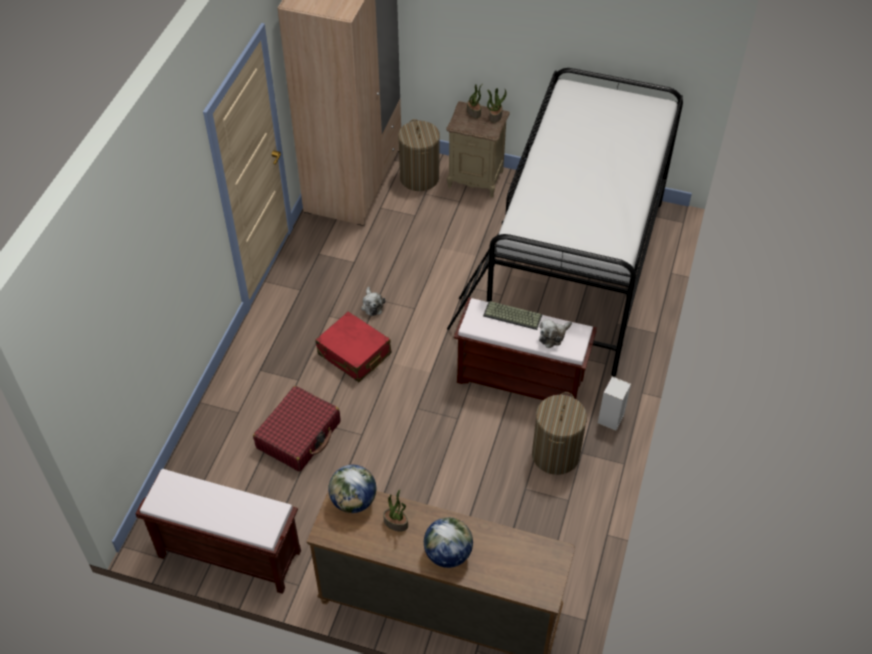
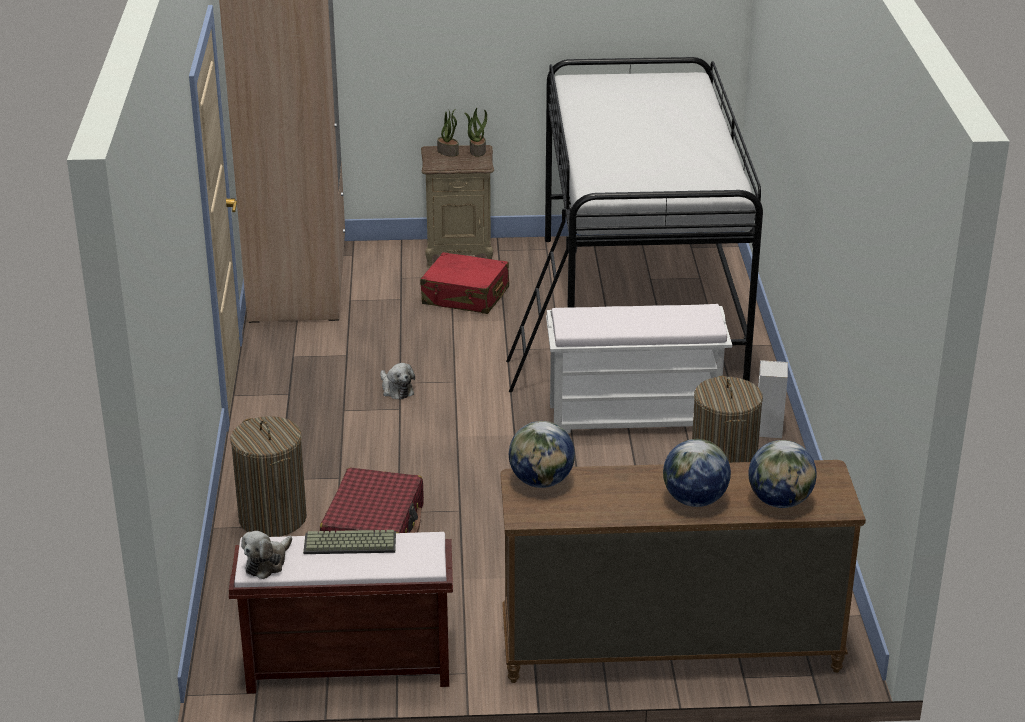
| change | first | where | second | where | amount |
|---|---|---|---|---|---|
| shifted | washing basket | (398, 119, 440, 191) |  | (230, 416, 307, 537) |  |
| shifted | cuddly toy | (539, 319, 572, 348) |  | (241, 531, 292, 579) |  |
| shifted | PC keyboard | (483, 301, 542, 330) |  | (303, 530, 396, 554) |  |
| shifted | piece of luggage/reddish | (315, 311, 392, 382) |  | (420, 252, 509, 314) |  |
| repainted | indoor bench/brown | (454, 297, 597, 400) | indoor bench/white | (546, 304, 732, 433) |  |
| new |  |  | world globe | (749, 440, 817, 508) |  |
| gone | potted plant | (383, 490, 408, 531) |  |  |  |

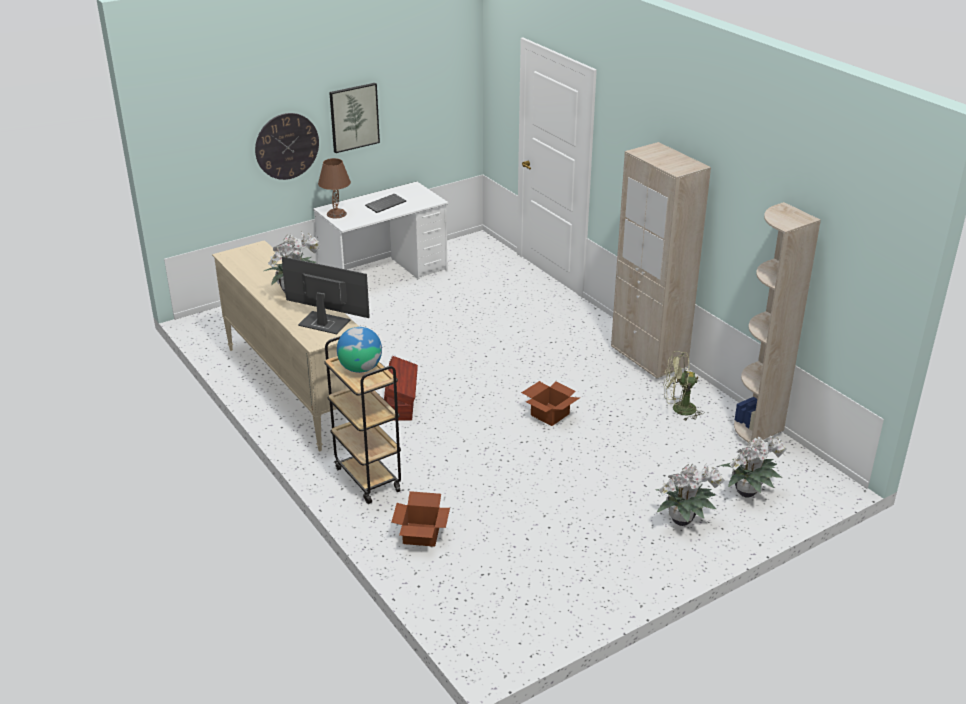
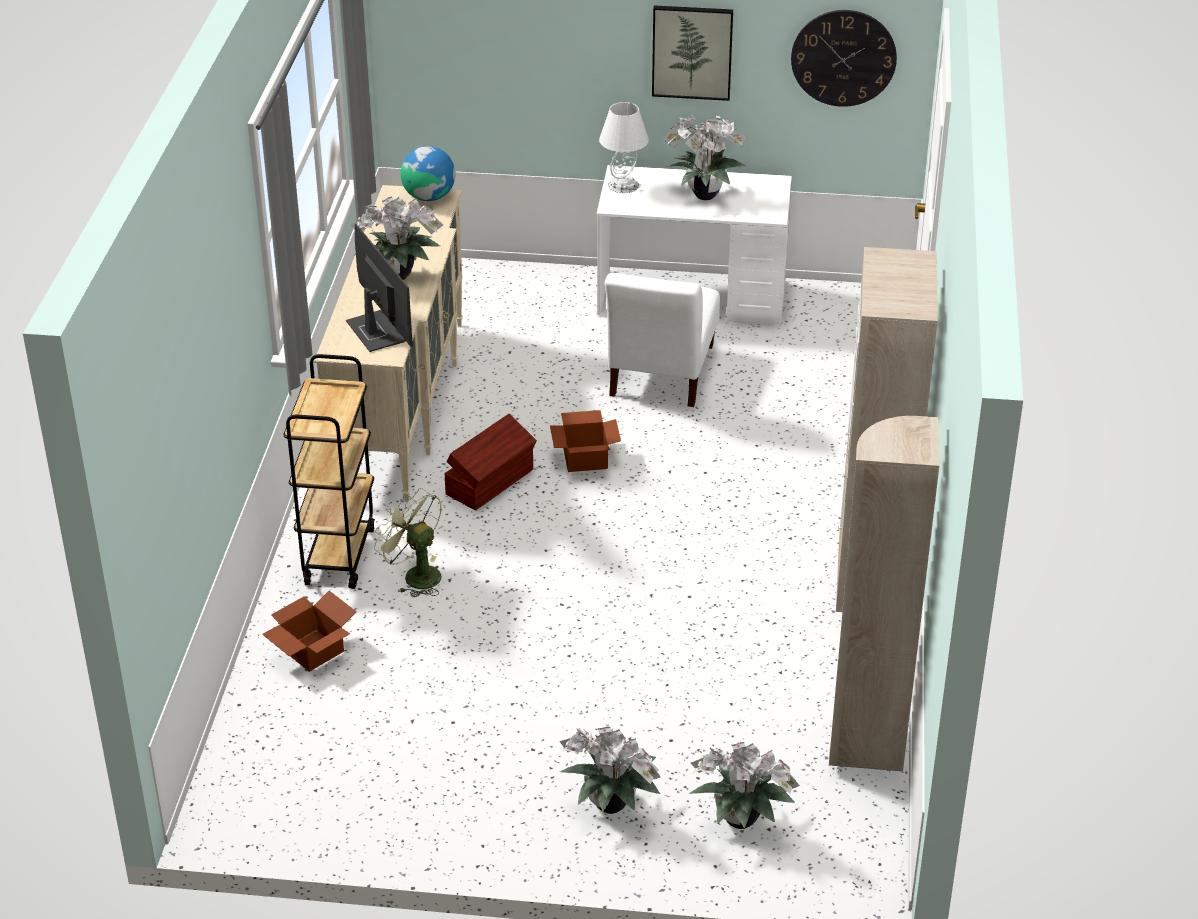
| change | first | where | second | where | amount |
|---|---|---|---|---|---|
| shifted | electric fan/green | (663, 351, 704, 421) |  | (374, 488, 442, 597) |  |
| shifted | world globe | (337, 327, 382, 373) |  | (400, 146, 456, 201) |  |
| shifted | carton | (521, 381, 580, 426) |  | (550, 410, 621, 472) |  |
| repainted | tabletop lamp/brown | (318, 158, 351, 218) | tabletop lamp/white | (599, 102, 649, 193) |  |
| new |  |  | plain chair/white | (605, 273, 720, 407) |  |
| swapped | PC keyboard | (365, 193, 406, 213) | potted plant | (663, 114, 747, 200) |  |
| shifted | clock on the wall | (255, 113, 319, 180) |  | (791, 10, 897, 107) |  |

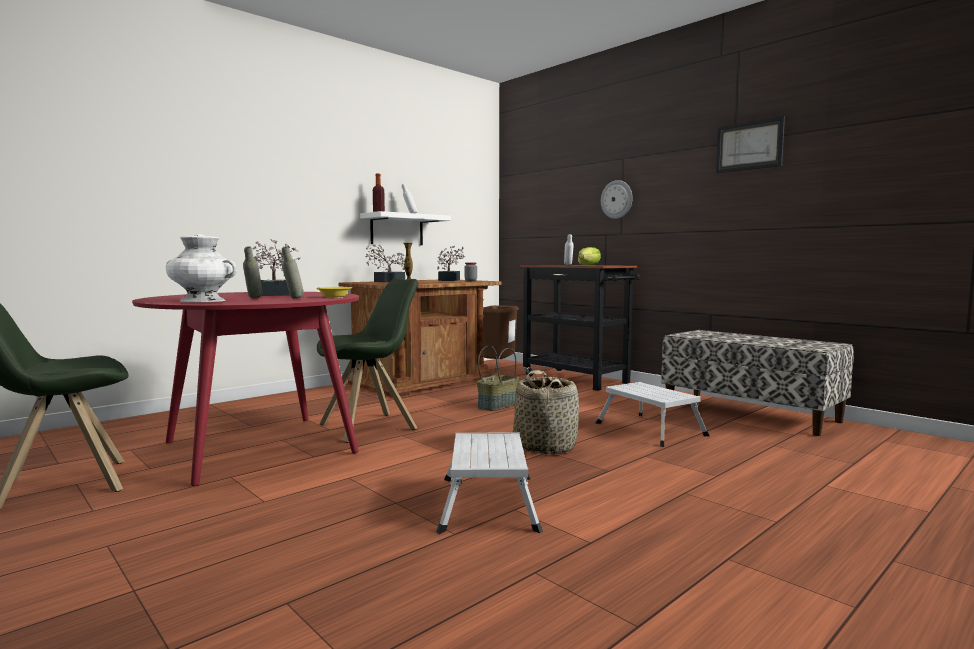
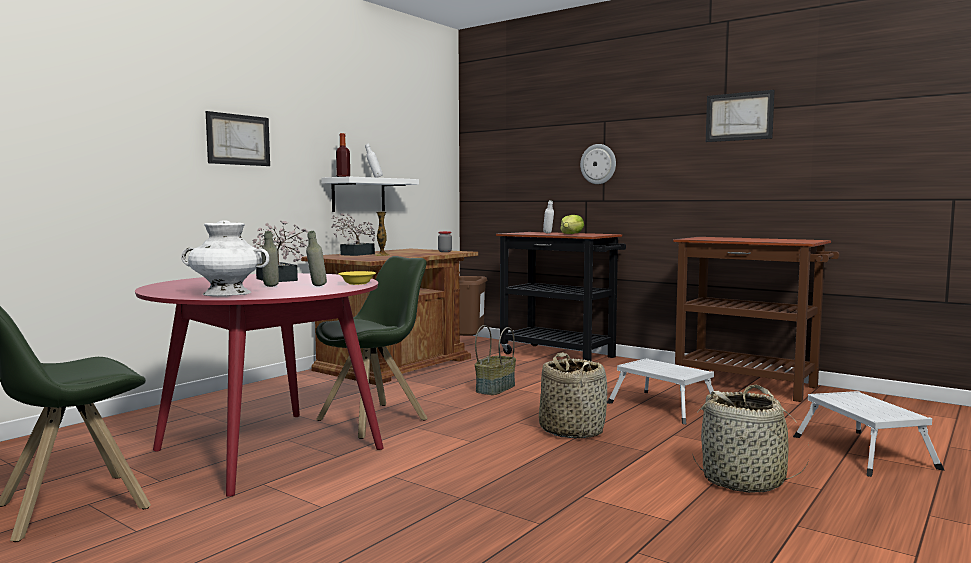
| change | first | where | second | where | amount |
|---|---|---|---|---|---|
| new |  |  | wall picture | (206, 111, 270, 166) |  |
| swapped | indoor bench | (661, 330, 854, 436) | trolley/brown | (673, 237, 839, 402) |  |
| new |  |  | basket | (692, 385, 809, 493) |  |
| shifted | step ladder/white | (436, 432, 543, 534) |  | (793, 391, 944, 477) |  |
| gone | potted plant | (437, 246, 465, 281) |  |  |  |

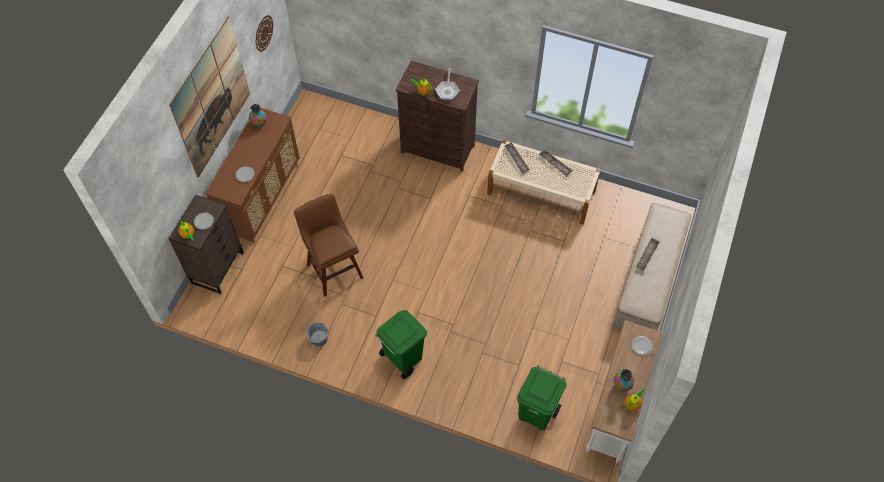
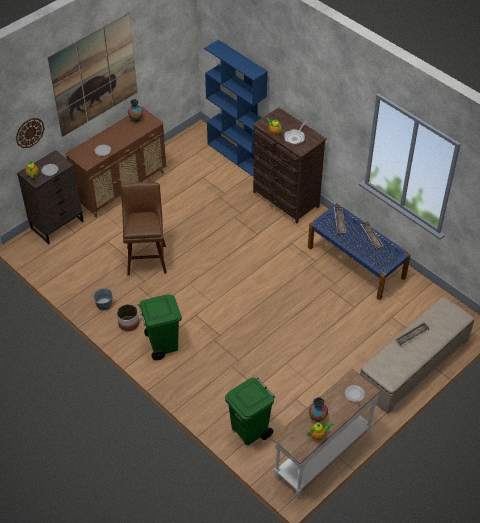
| change | first | where | second | where | amount |
|---|---|---|---|---|---|
| shifted | clock on the wall | (255, 15, 273, 52) |  | (16, 118, 45, 148) |  |
| new |  |  | plant pot | (117, 304, 139, 332) |  |
| new |  |  | bookcase/bluish | (204, 40, 268, 176) |  |
| repainted | indoor bench/beige-coloured | (487, 140, 601, 225) | indoor bench/bluish | (308, 203, 411, 301) |  |

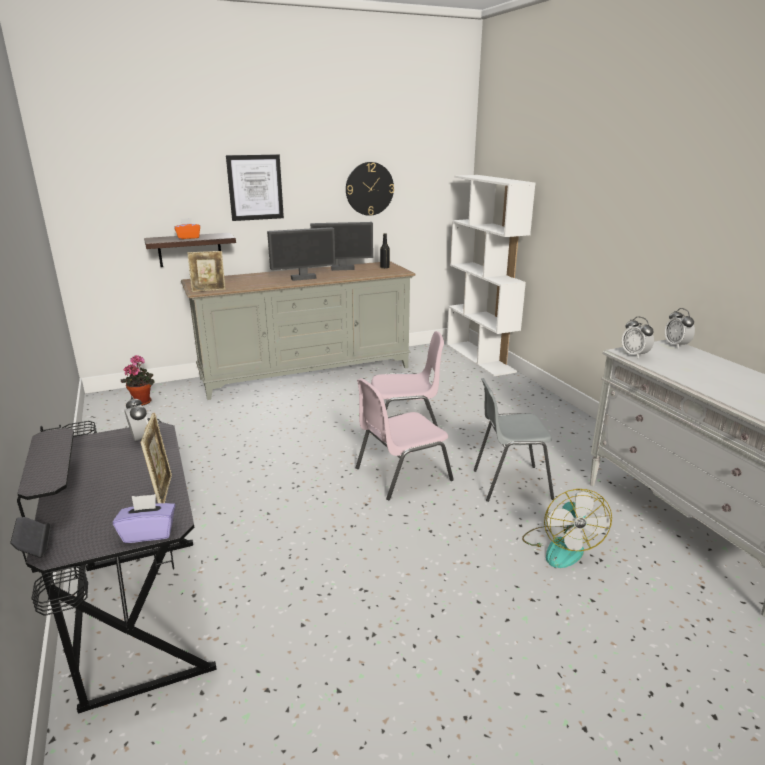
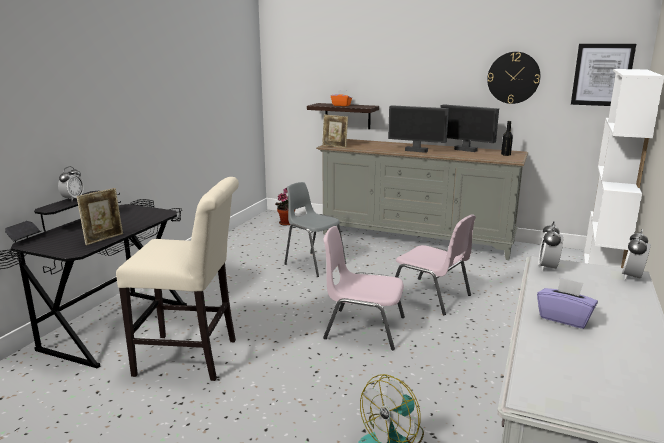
| change | first | where | second | where | amount |
|---|---|---|---|---|---|
| shifted | bedside clock | (124, 396, 148, 441) |  | (58, 166, 84, 201) |  |
| new |  |  | stool seat/beige-coloured | (116, 177, 239, 381) |  |
| shifted | plain chair/greyish | (474, 378, 554, 502) |  | (284, 182, 346, 277) |  |
| shifted | box of tissues/purple-coloured | (113, 494, 176, 543) |  | (537, 277, 598, 329) |  |
| shifted | wall picture | (226, 154, 284, 221) |  | (571, 44, 636, 106) |  |

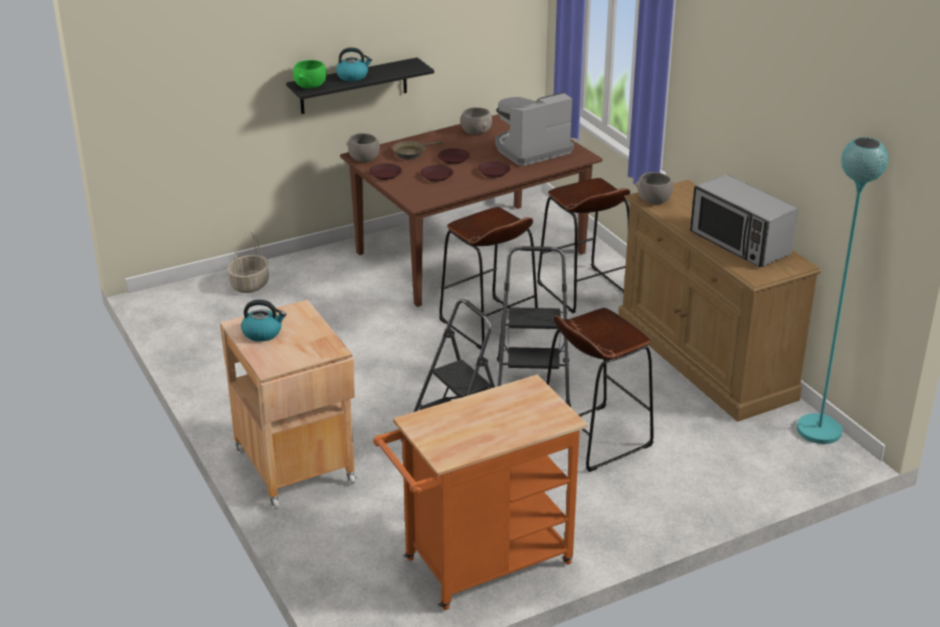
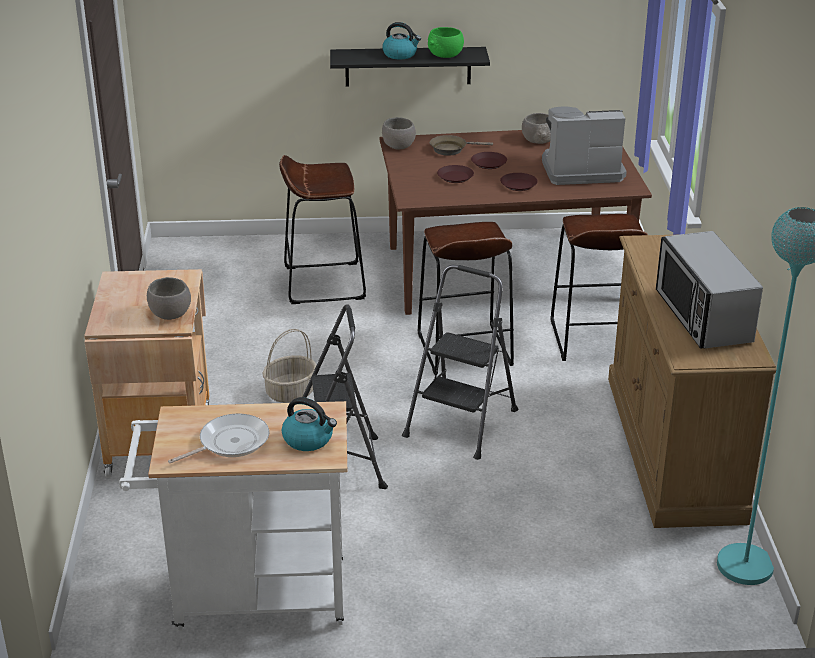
| change | first | where | second | where | amount |
|---|---|---|---|---|---|
| repainted | trolley/orange | (373, 374, 588, 610) | trolley/white | (119, 401, 347, 631) |  |
| shifted | bowl/greyish | (635, 172, 673, 204) |  | (147, 277, 191, 320) |  |
| new |  |  | skillet | (168, 413, 269, 464) |  |
| shifted | basket | (227, 231, 269, 293) |  | (263, 329, 317, 403) |  |
| shifted | stool seat/brown | (546, 308, 654, 472) |  | (279, 155, 366, 304) |  |
| shifted | water kettle | (241, 300, 286, 342) |  | (282, 397, 337, 451) |  |
| shifted | bowl/green | (293, 60, 327, 89) |  | (428, 27, 464, 58) |  |
| gone | plate/brown | (369, 163, 402, 180) |  |  |  |

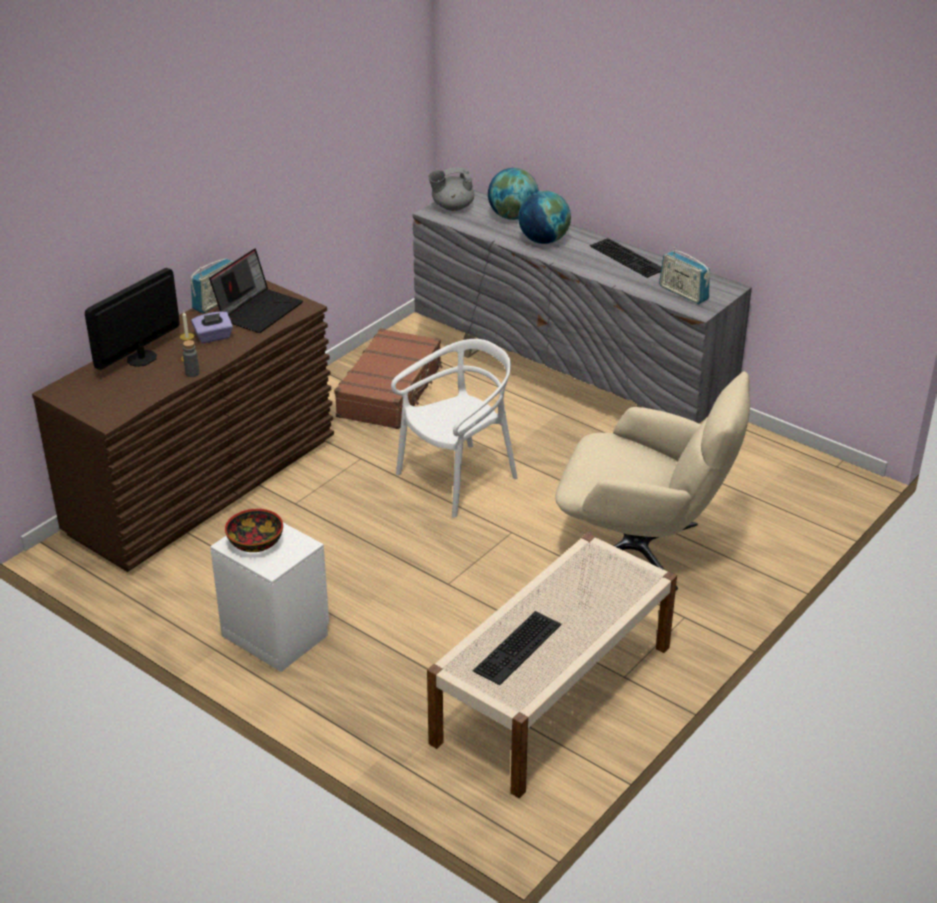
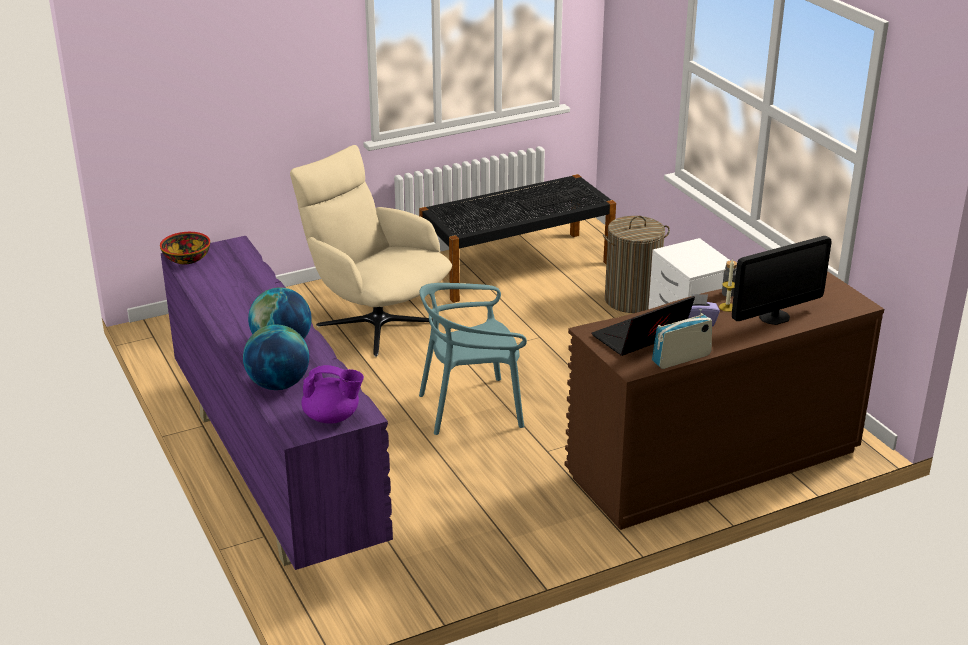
| change | first | where | second | where | amount |
|---|---|---|---|---|---|
| shifted | bowl | (225, 509, 283, 552) |  | (160, 232, 210, 264) |  |
| repainted | cupboard/greyish | (413, 189, 752, 424) | cupboard/purple-coloured | (160, 236, 393, 570) |  |
| repainted | pot for tea/greyish | (428, 167, 474, 211) | pot for tea/purple-coloured | (301, 365, 364, 424) |  |
| repainted | indoor bench/beige-coloured | (427, 533, 677, 798) | indoor bench/black-coloured | (419, 174, 616, 303) |  |
| repainted | plain chair/white | (391, 339, 518, 518) | plain chair/turquoise | (419, 283, 527, 435) |  |
| new |  |  | washing basket | (603, 216, 670, 313) |  |
| gone | piece of luggage/brown | (334, 328, 443, 429) |  |  |  |
| gone | PC keyboard | (590, 238, 661, 278) |  |  |  |
| gone | radio set | (659, 247, 710, 304) |  |  |  |

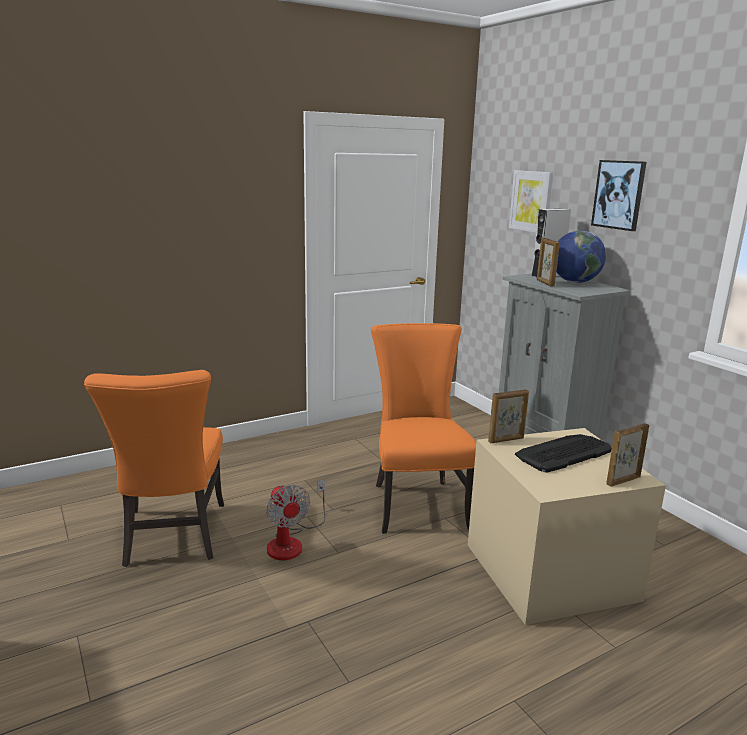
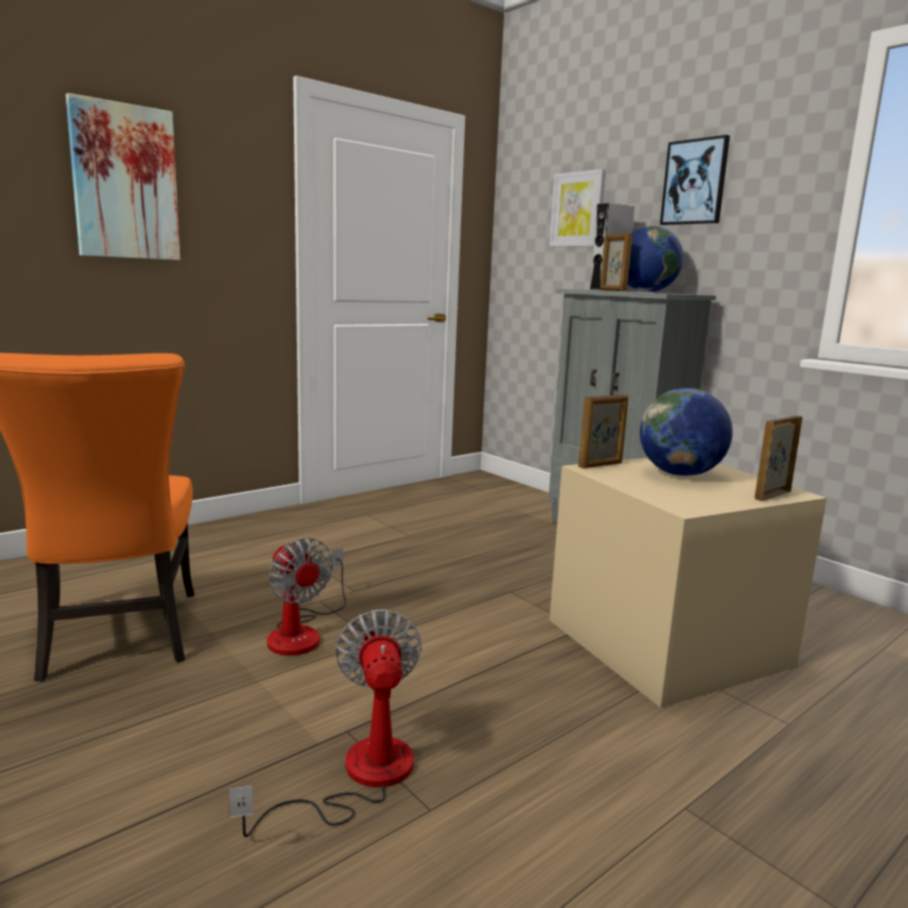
| change | first | where | second | where | amount |
|---|---|---|---|---|---|
| new |  |  | wall picture | (66, 93, 180, 260) |  |
| new |  |  | electric fan | (229, 609, 422, 837) |  |
| swapped | PC keyboard | (515, 434, 612, 473) | world globe | (640, 388, 733, 476) |  |
| gone | plain chair/orange | (371, 323, 476, 534) |  |  |  |

